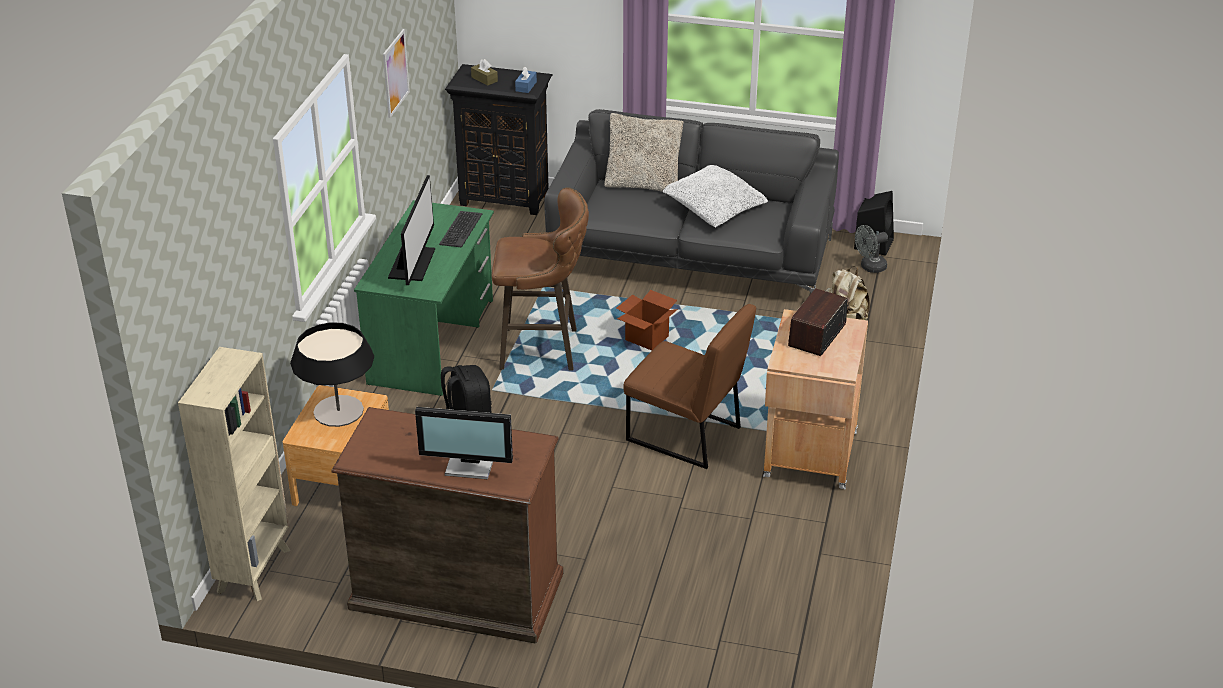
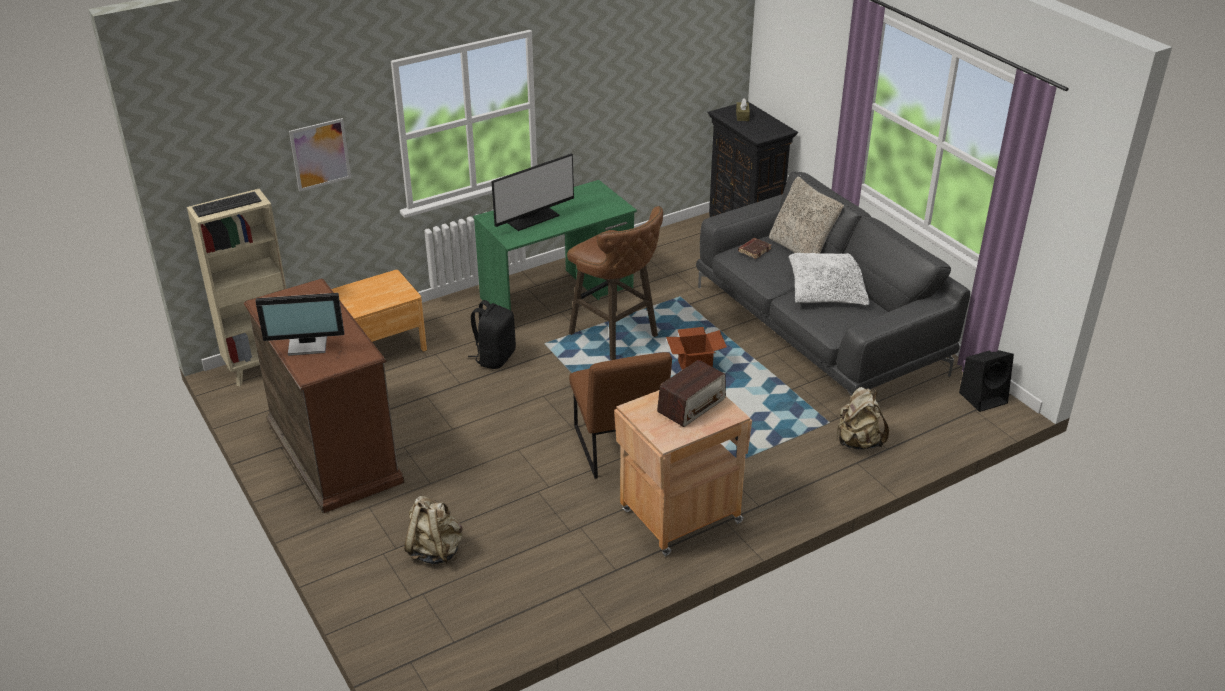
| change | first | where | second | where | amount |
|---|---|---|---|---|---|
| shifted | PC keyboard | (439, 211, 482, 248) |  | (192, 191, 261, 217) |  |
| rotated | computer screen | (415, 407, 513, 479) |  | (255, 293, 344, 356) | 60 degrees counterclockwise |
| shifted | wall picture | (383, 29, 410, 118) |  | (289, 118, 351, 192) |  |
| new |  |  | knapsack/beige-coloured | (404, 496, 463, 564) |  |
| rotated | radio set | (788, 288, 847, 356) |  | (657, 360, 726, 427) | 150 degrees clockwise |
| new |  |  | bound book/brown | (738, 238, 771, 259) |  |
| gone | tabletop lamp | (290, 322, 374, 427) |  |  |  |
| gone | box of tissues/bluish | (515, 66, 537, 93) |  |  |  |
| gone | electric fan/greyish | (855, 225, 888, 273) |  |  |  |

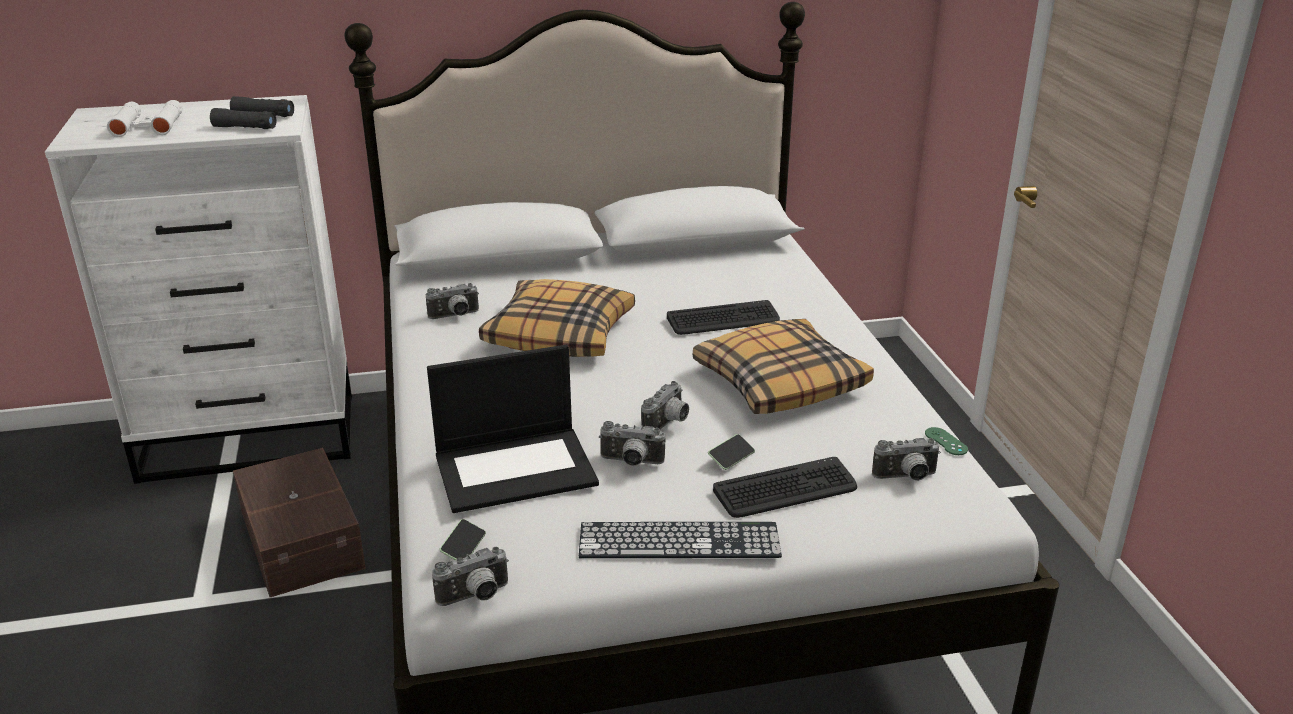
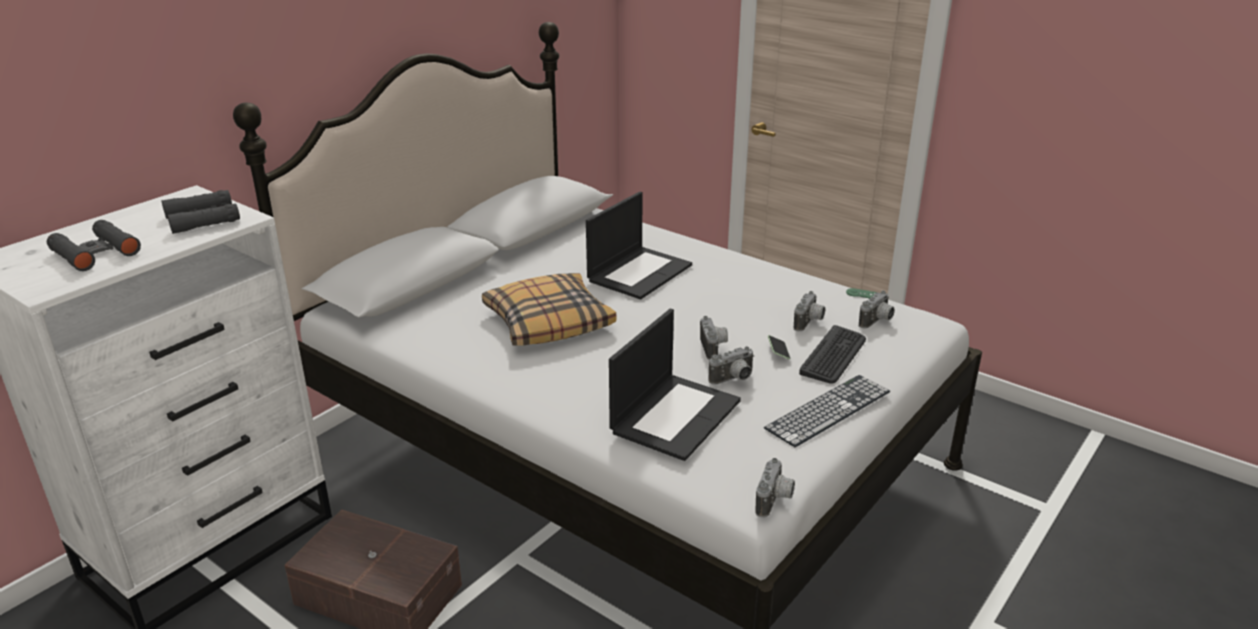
| change | first | where | second | where | amount |
|---|---|---|---|---|---|
| repainted | binoculars/white | (107, 100, 182, 137) | binoculars/black-coloured | (47, 220, 141, 271) |  |
| swapped | PC keyboard | (667, 300, 780, 335) | portable computer | (586, 192, 692, 299) |  |
| shifted | photo camera | (426, 283, 479, 319) |  | (794, 291, 825, 331) |  |
| gone | phone | (439, 519, 486, 560) |  |  |  |
| gone | throw pillow | (693, 319, 874, 414) |  |  |  |

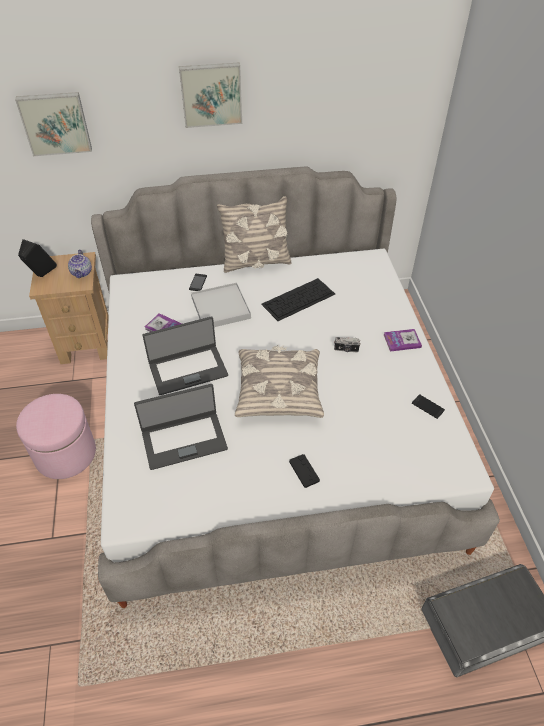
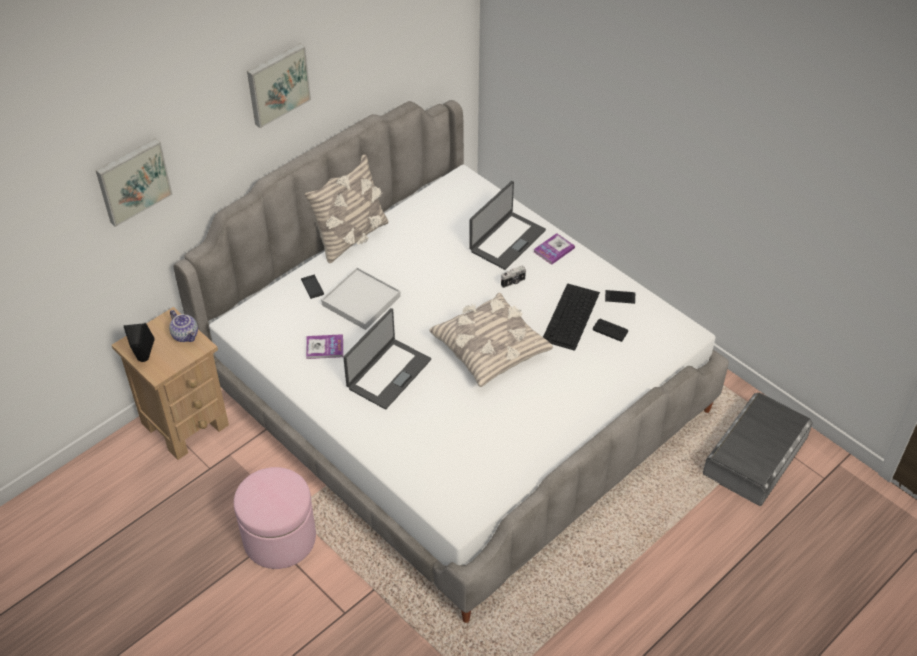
| change | first | where | second | where | amount |
|---|---|---|---|---|---|
| shifted | portable computer | (134, 384, 228, 470) |  | (469, 181, 546, 270) |  |
| shifted | PC keyboard | (261, 278, 335, 321) |  | (543, 283, 600, 351) |  |
| shifted | game controller/black-coloured | (289, 454, 320, 488) |  | (593, 319, 628, 342) |  |

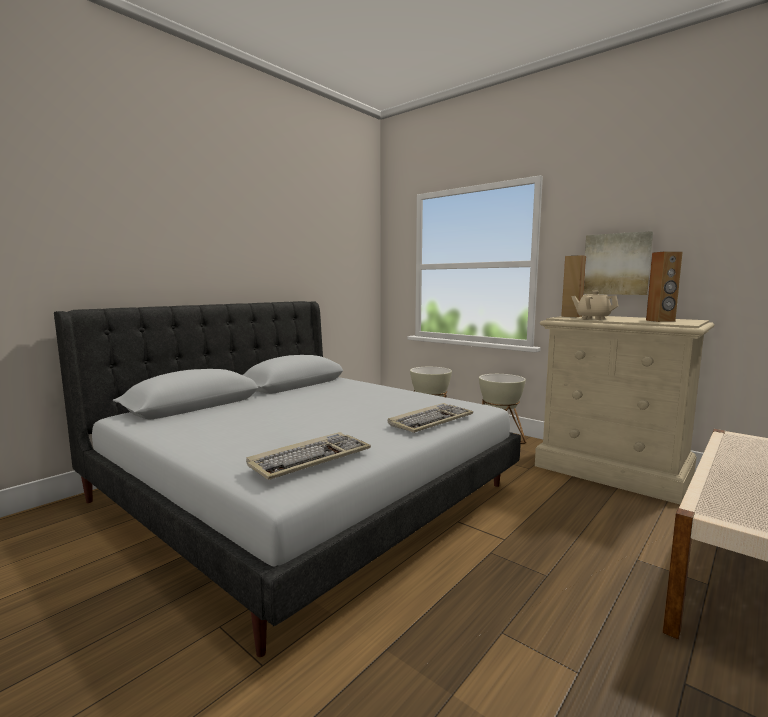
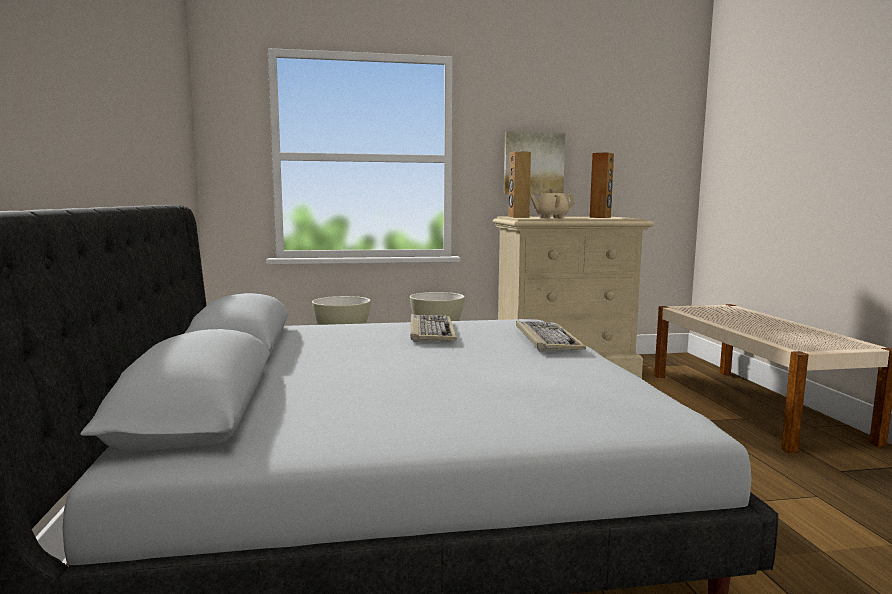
| change | first | where | second | where | amount |
|---|---|---|---|---|---|
| shifted | PC keyboard | (246, 432, 371, 480) |  | (410, 314, 456, 342) |  |

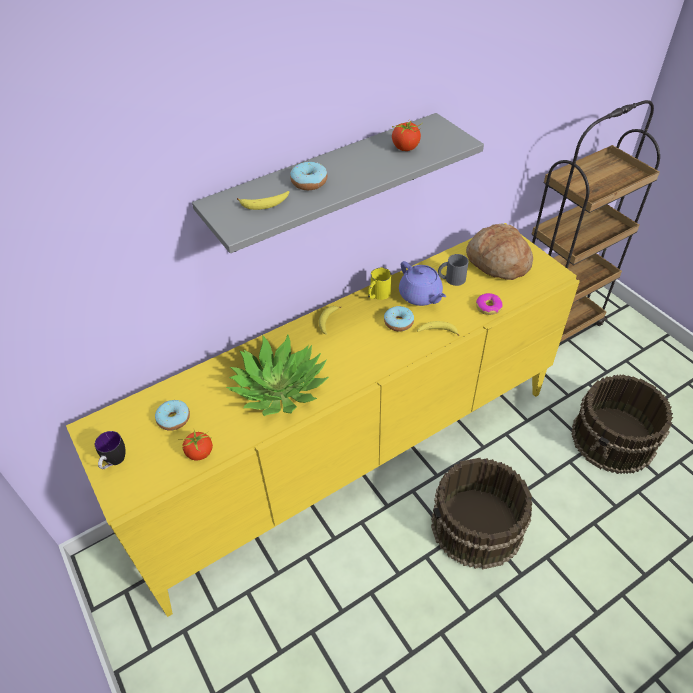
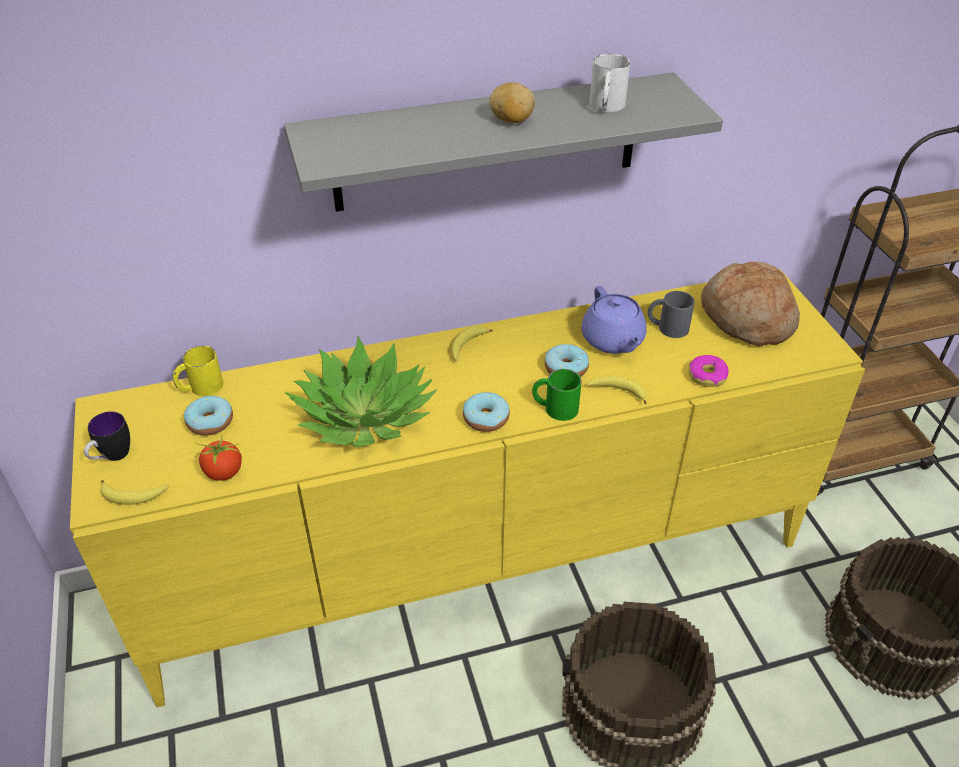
| change | first | where | second | where | amount |
|---|---|---|---|---|---|
| shifted | banana fruit | (237, 191, 289, 210) |  | (101, 480, 169, 505) |  |
| shifted | coffee mug/yellowish | (368, 268, 391, 300) |  | (173, 346, 224, 396) |  |
| shifted | donut | (290, 161, 328, 190) |  | (463, 392, 510, 432) |  |
| new |  |  | whole potato | (489, 82, 535, 123) |  |
| new |  |  | coffee mug/green | (532, 369, 582, 421) |  |
| swapped | tomato | (392, 120, 421, 151) | coffee mug/white | (589, 54, 630, 112) |  |

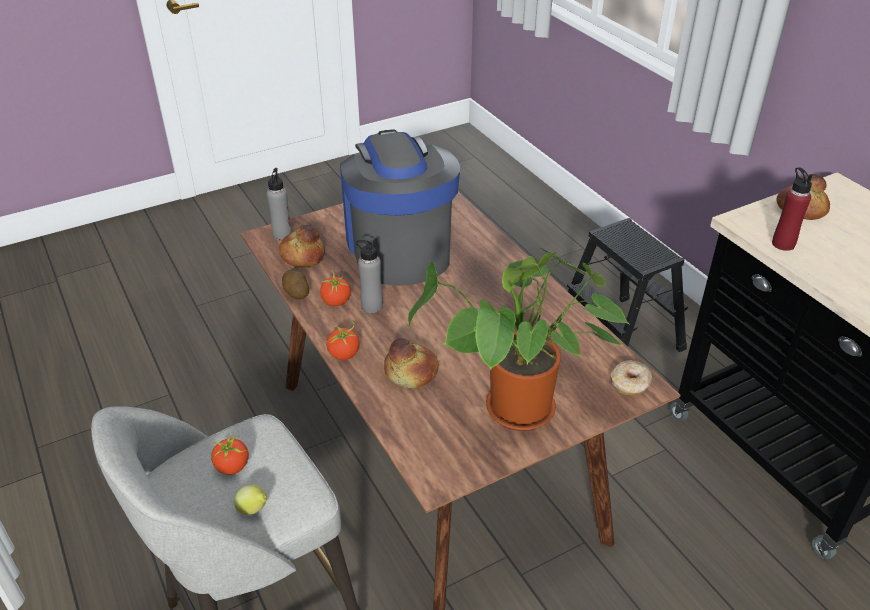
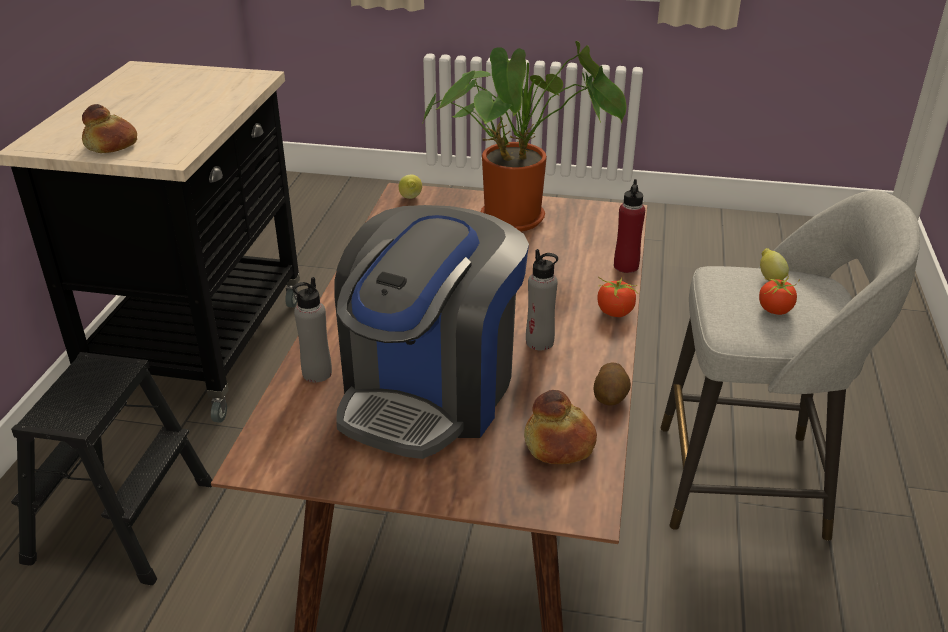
| change | first | where | second | where | amount |
|---|---|---|---|---|---|
| shifted | bottle/greyish | (267, 168, 292, 241) |  | (292, 277, 332, 382) |  |
| swapped | donut | (611, 360, 652, 396) | citrus fruit | (399, 175, 422, 199) |  |
| shifted | bottle/reddish | (772, 167, 813, 251) |  | (614, 179, 645, 273) |  |
| gone | tomato | (319, 271, 351, 306) |  |  |  |
| gone | bakery bread | (384, 338, 439, 389) |  |  |  |

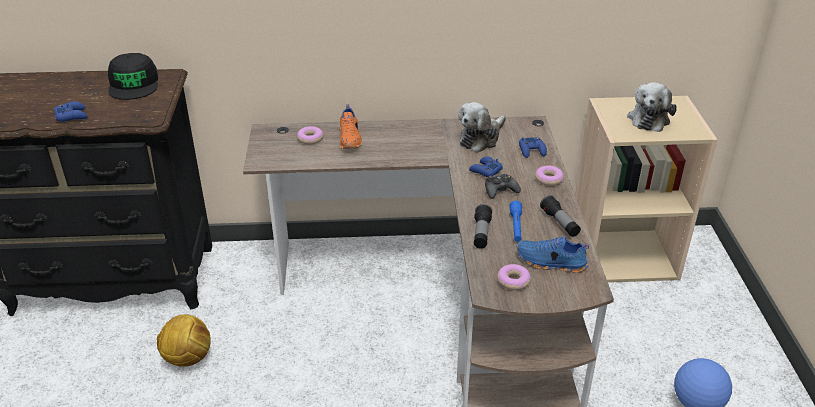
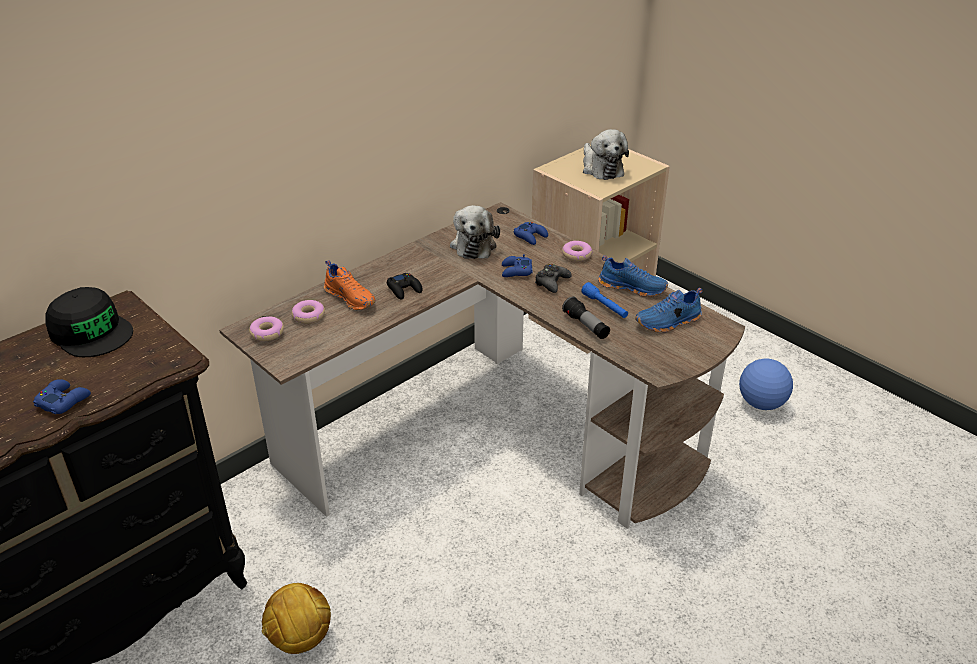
| change | first | where | second | where | amount |
|---|---|---|---|---|---|
| shifted | donut | (497, 264, 531, 290) |  | (249, 316, 284, 341) |  |
| new |  |  | game controller/black-coloured | (387, 273, 423, 299) |  |
| swapped | torch | (540, 195, 581, 237) | item of footwear/bluish | (598, 255, 668, 297) |  |

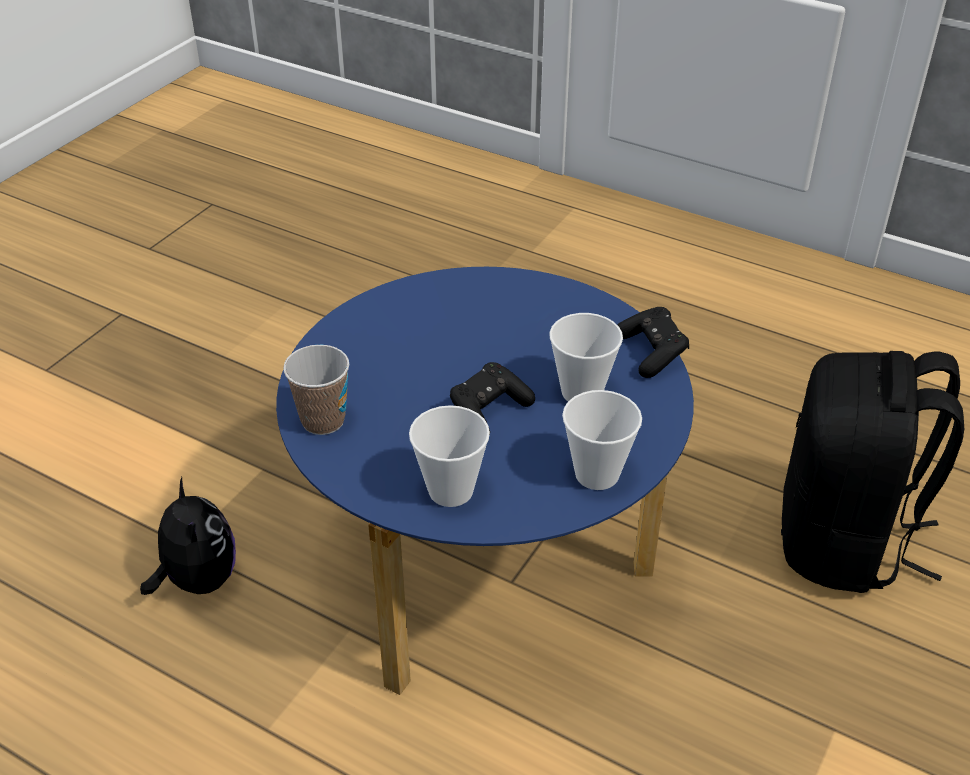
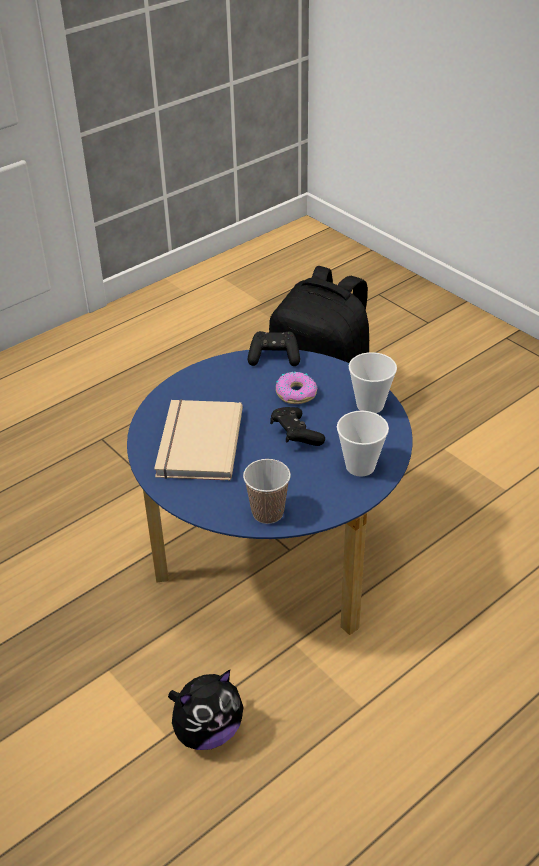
| change | first | where | second | where | amount |
|---|---|---|---|---|---|
| new |  |  | bound book/beige-coloured | (154, 399, 243, 481) |  |
| rotated | cuddly toy | (140, 477, 236, 595) |  | (168, 670, 244, 750) | 150 degrees clockwise |
| swapped | small cup | (549, 313, 623, 401) | donut | (276, 372, 318, 404) |  |

